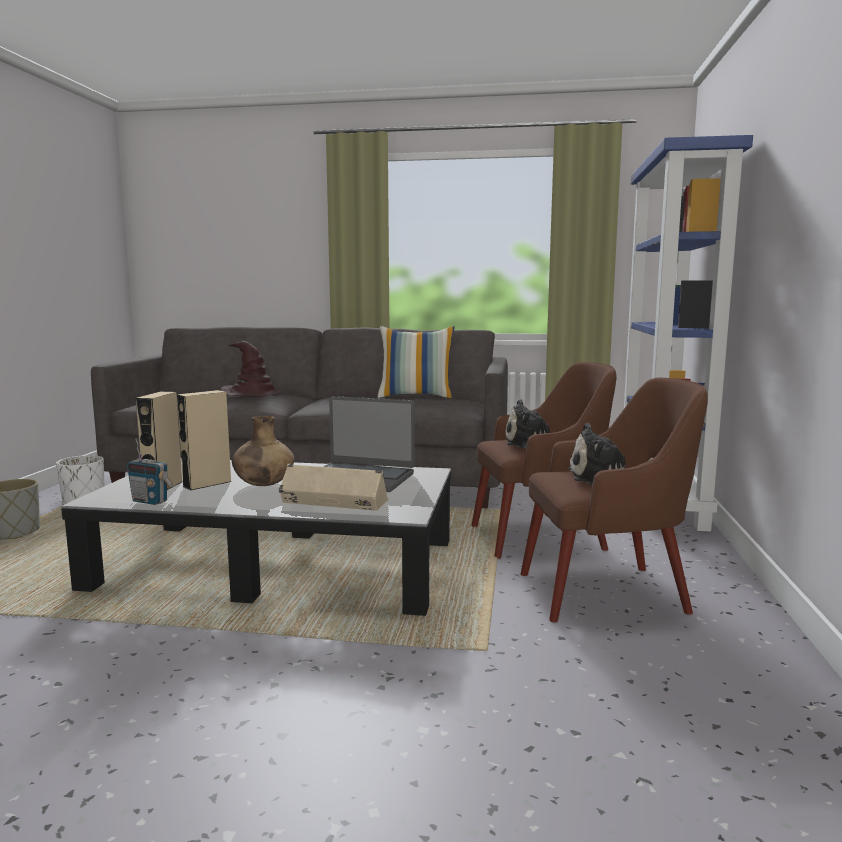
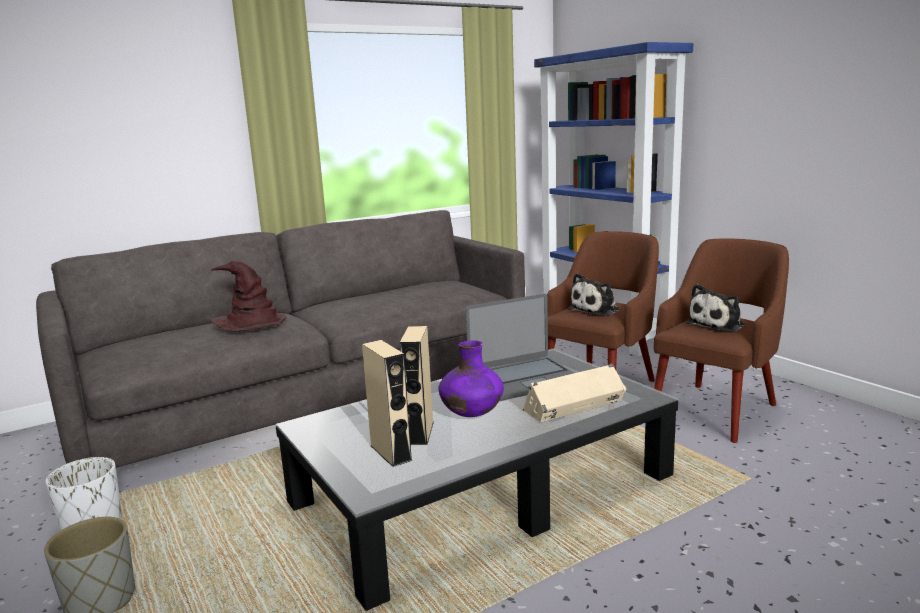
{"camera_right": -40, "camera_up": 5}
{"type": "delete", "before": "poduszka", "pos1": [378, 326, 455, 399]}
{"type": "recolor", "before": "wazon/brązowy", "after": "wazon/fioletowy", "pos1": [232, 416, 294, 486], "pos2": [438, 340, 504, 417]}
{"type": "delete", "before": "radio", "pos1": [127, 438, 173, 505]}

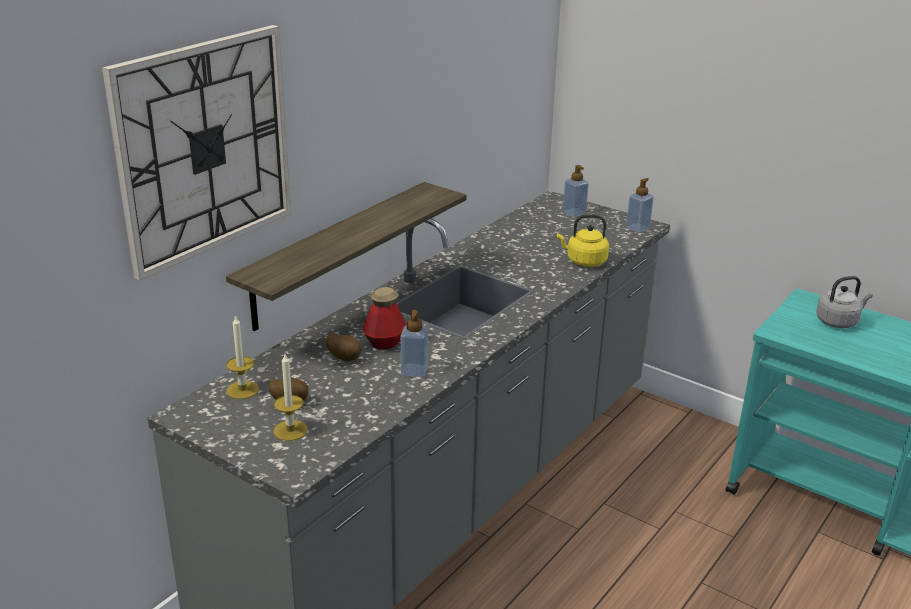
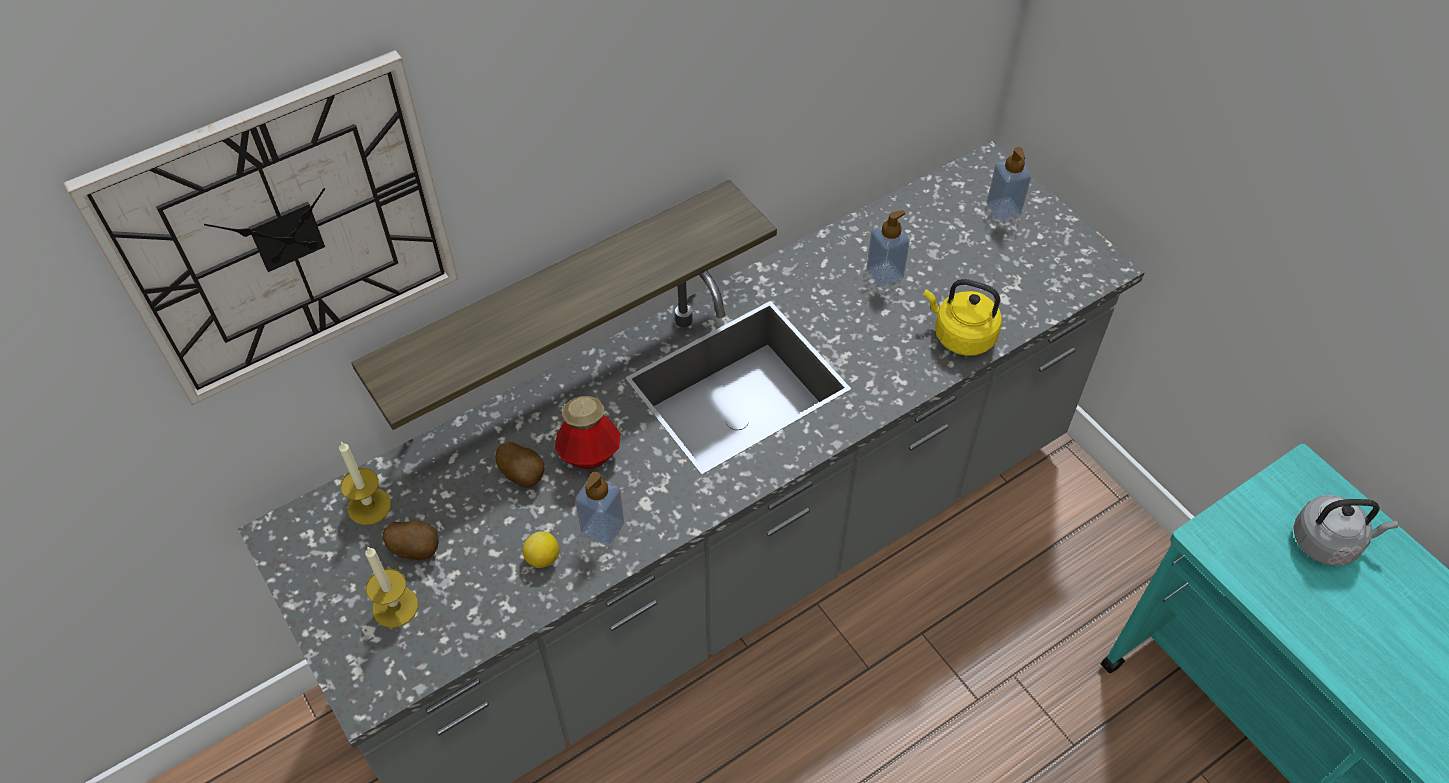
{"camera_right": 20, "camera_up": 25}
{"type": "move", "before": "dozownik mydła", "pos1": [626, 178, 654, 233], "pos2": [866, 210, 910, 286]}
{"type": "insert", "after": "cytryna", "pos2": [522, 531, 559, 568]}

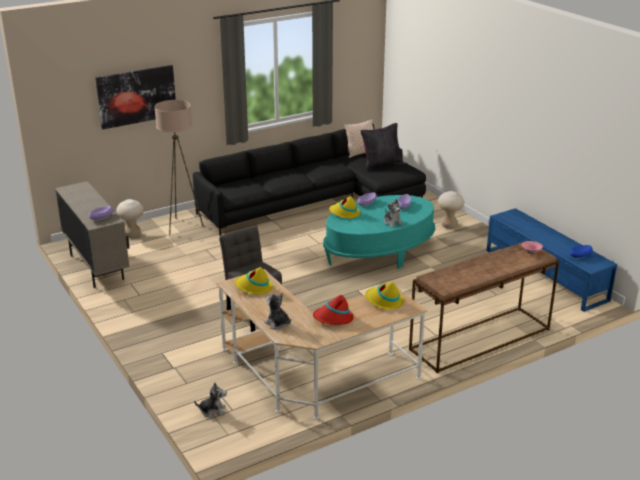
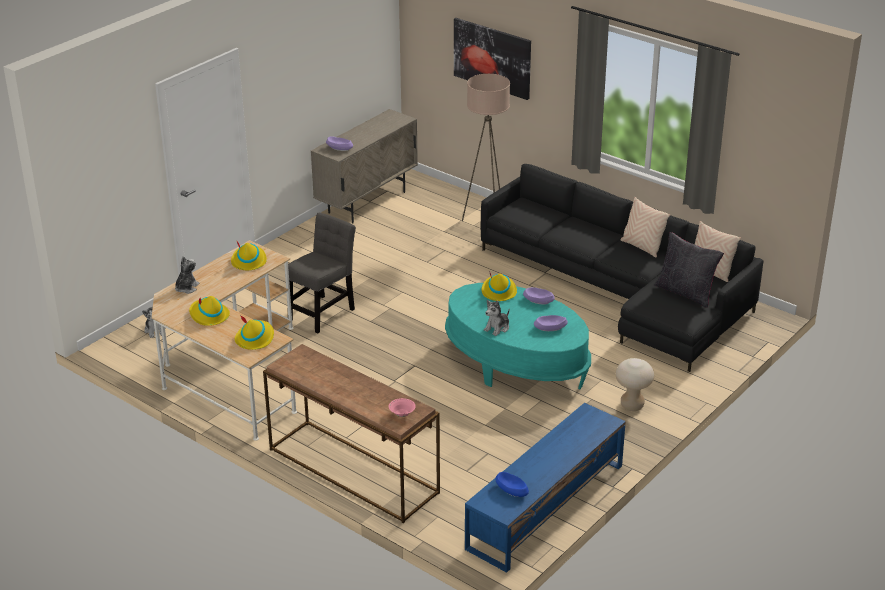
{"camera_right": 70, "camera_up": 5}
{"type": "delete", "before": "stołek/beżowy", "pos1": [116, 199, 144, 238]}
{"type": "recolor", "before": "kapelusz/czerwony", "after": "kapelusz/żółty", "pos1": [313, 295, 354, 325], "pos2": [189, 296, 230, 326]}
{"type": "insert", "after": "poduszka/beżowy", "pos2": [620, 197, 670, 258]}

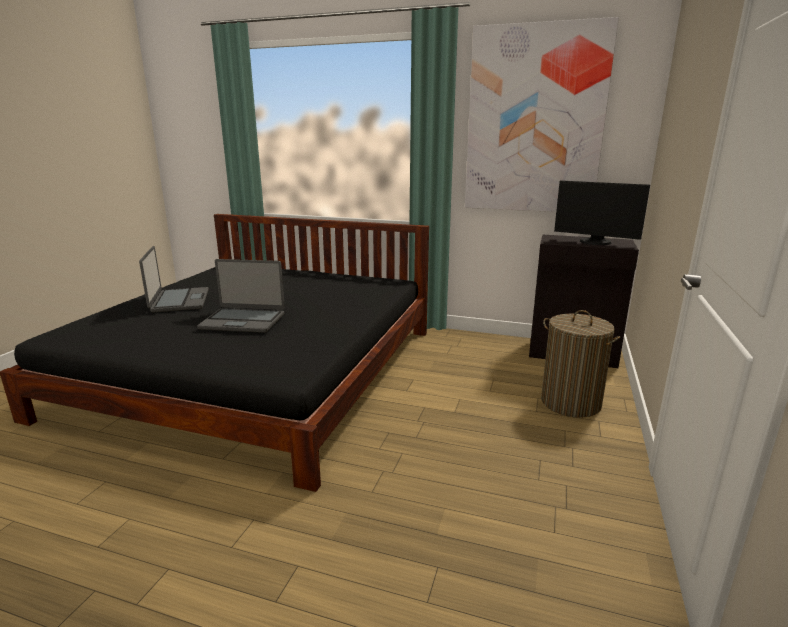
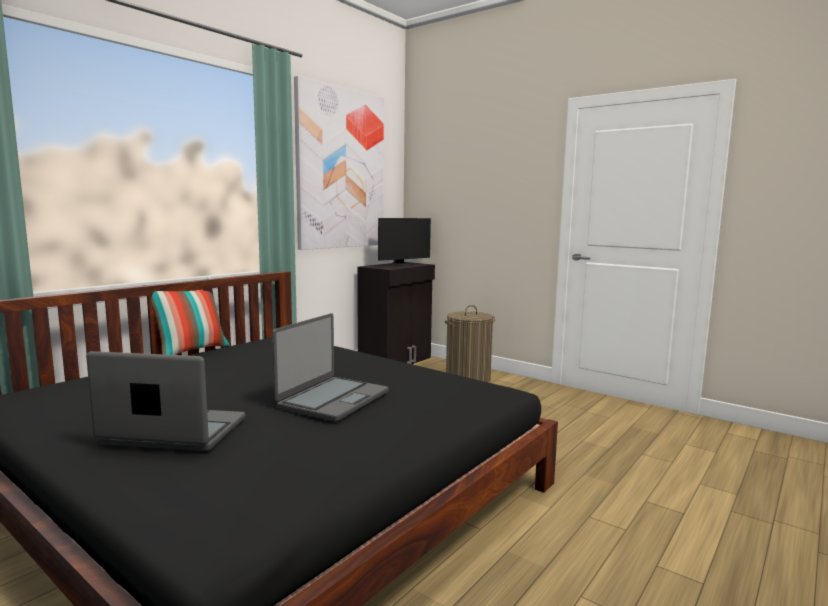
{"camera_right": -70, "camera_up": -10}
{"type": "insert", "after": "poduszka", "pos2": [142, 277, 230, 355]}

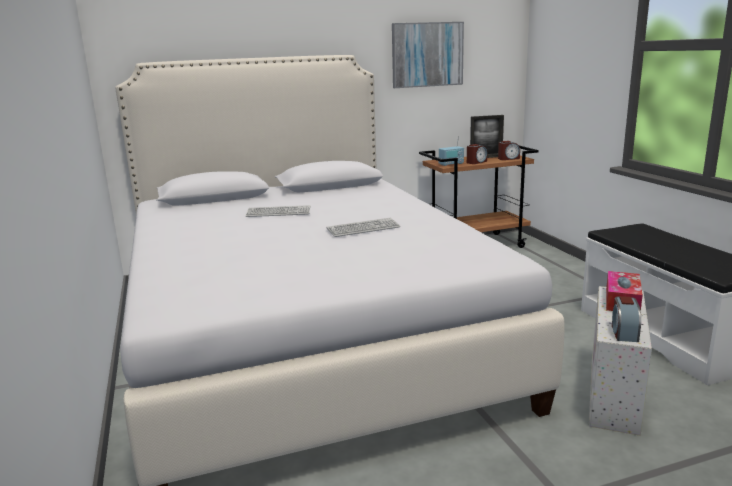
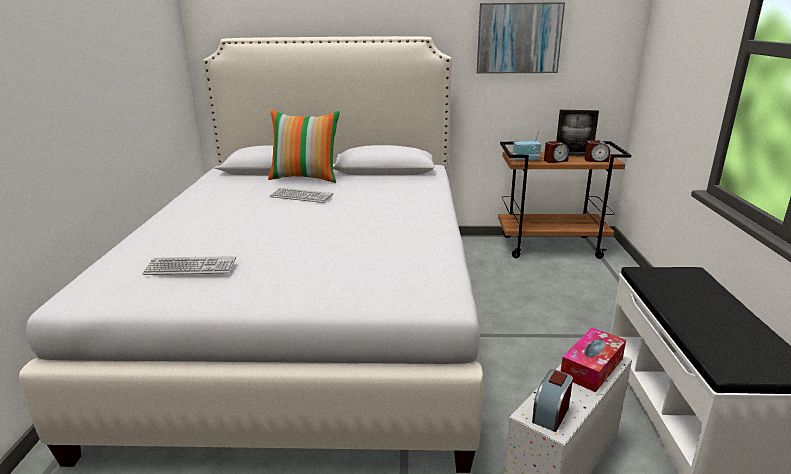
{"camera_right": 20, "camera_up": 5}
{"type": "move", "before": "klawiatura", "pos1": [327, 218, 400, 237], "pos2": [142, 256, 236, 275]}
{"type": "insert", "after": "poduszka", "pos2": [268, 110, 340, 183]}

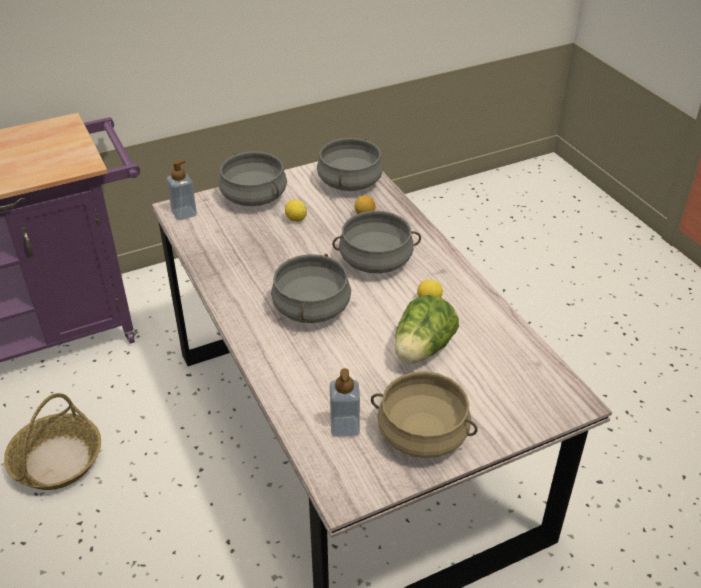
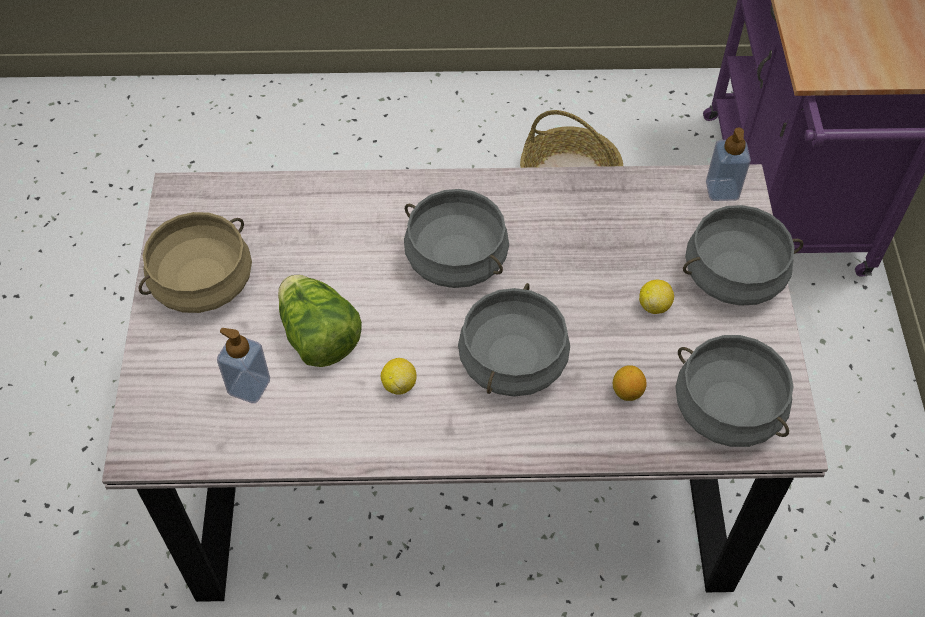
{"camera_right": 115, "camera_up": 15}
{"type": "move", "before": "dozownik mydła", "pos1": [330, 368, 360, 437], "pos2": [217, 328, 270, 403]}

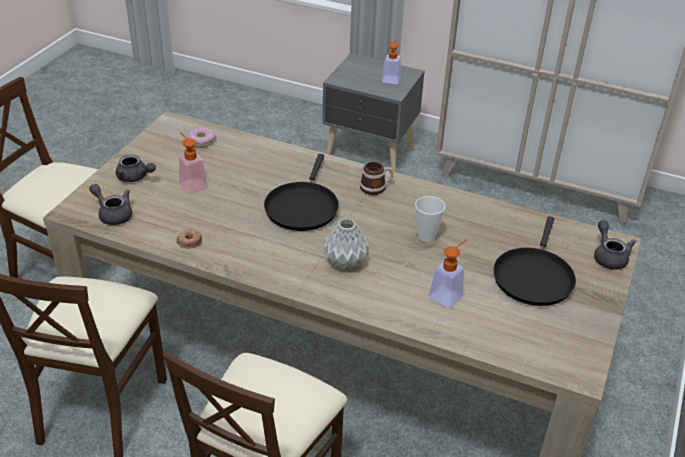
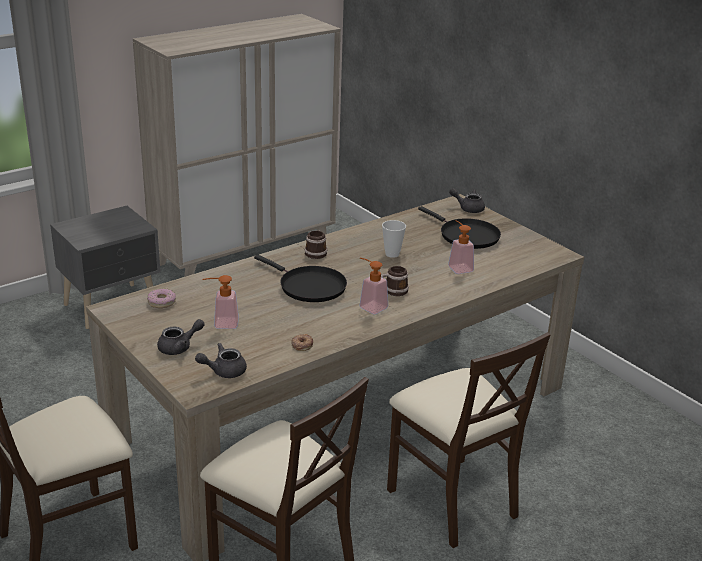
{"camera_right": -60, "camera_up": -10}
{"type": "move", "before": "dozownik mydła", "pos1": [382, 38, 401, 85], "pos2": [359, 258, 388, 314]}
{"type": "replace", "before": "wazon/szary", "after": "kubek", "pos1": [323, 218, 369, 271], "pos2": [381, 266, 409, 296]}

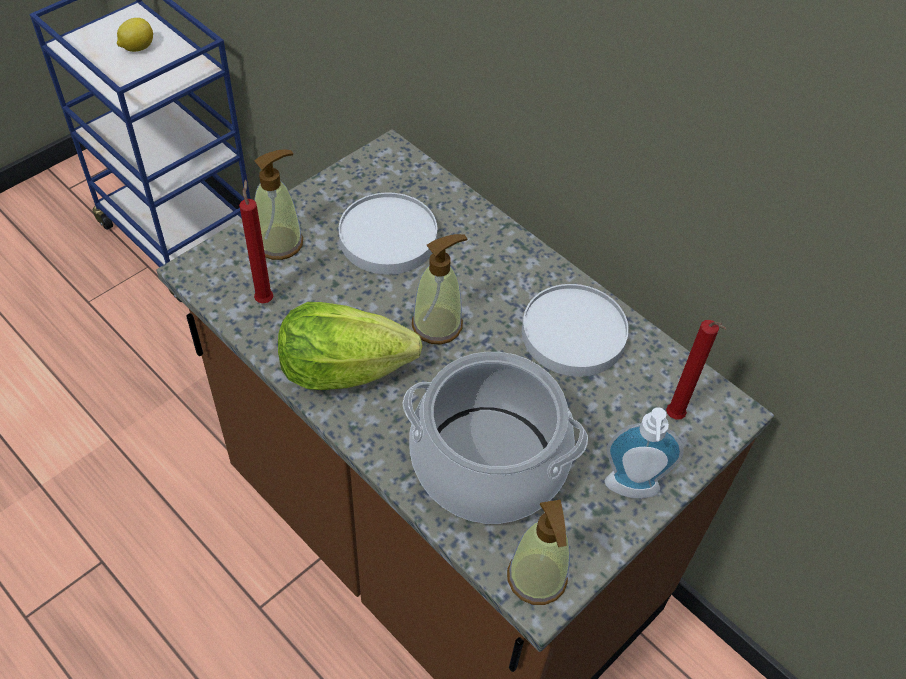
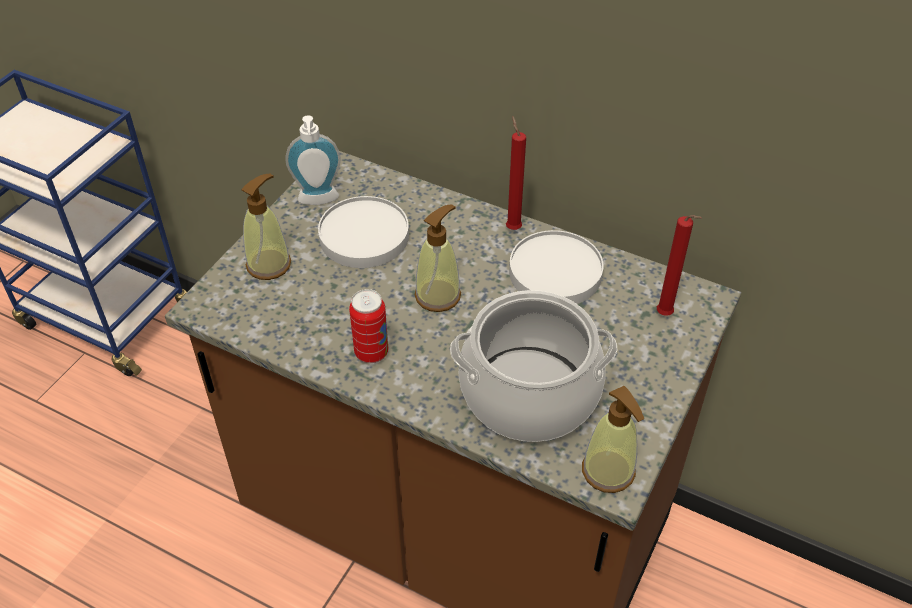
{"camera_right": -15, "camera_up": -5}
{"type": "delete", "before": "cytryna", "pos1": [117, 18, 153, 52]}
{"type": "move", "before": "świeca/czerwony", "pos1": [239, 180, 273, 303], "pos2": [506, 117, 526, 230]}
{"type": "replace", "before": "sałata", "after": "puszka", "pos1": [278, 302, 423, 390], "pos2": [349, 289, 388, 363]}
{"type": "move", "before": "dozownik mydła", "pos1": [605, 407, 684, 498], "pos2": [286, 115, 341, 205]}

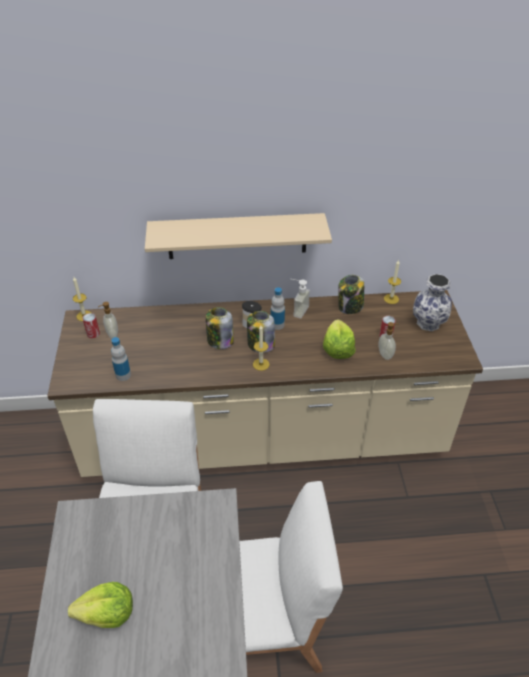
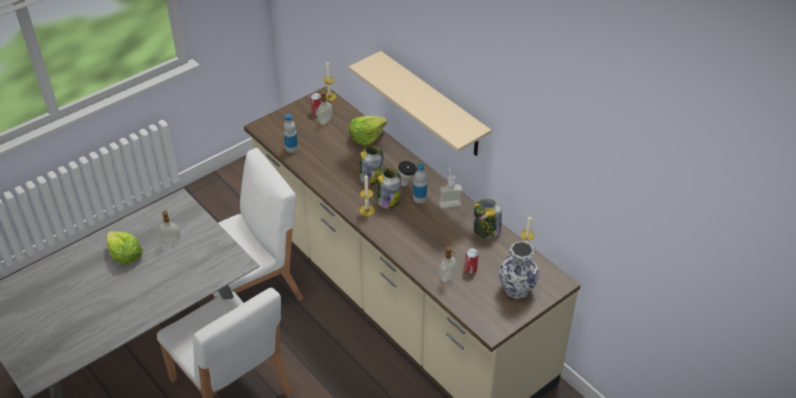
{"camera_right": 55, "camera_up": 0}
{"type": "move", "before": "sałata", "pos1": [323, 319, 356, 359], "pos2": [349, 116, 387, 146]}
{"type": "insert", "after": "dozownik mydła", "pos2": [158, 209, 181, 243]}

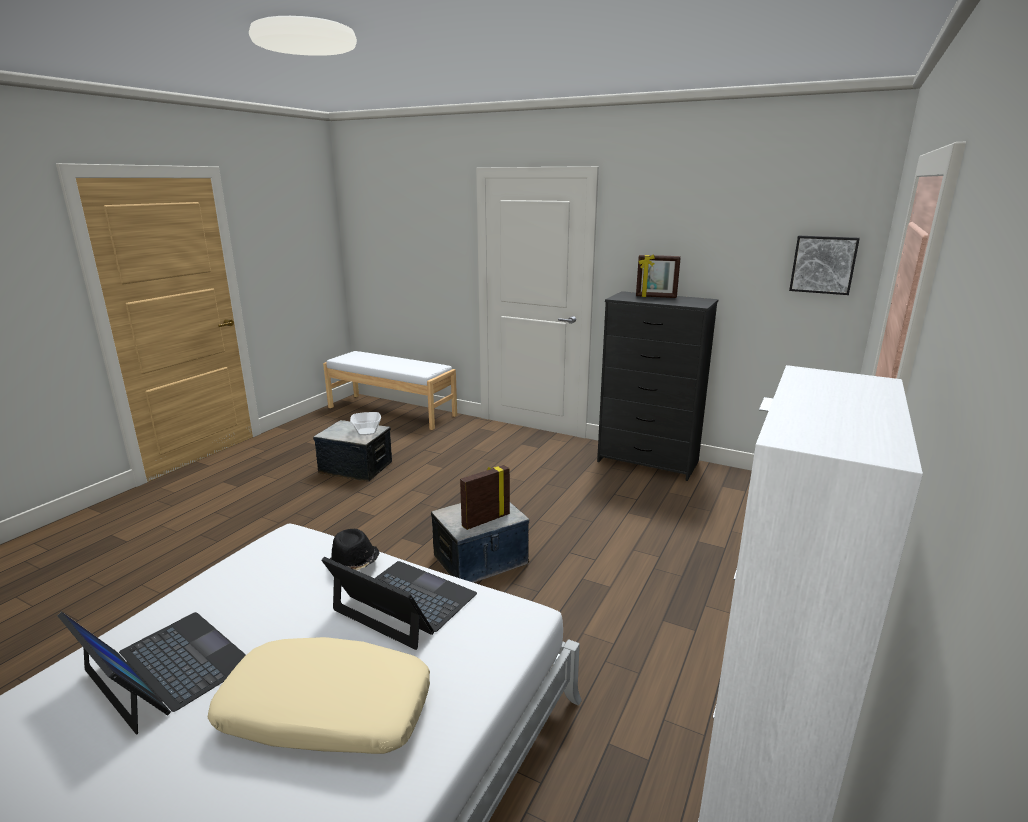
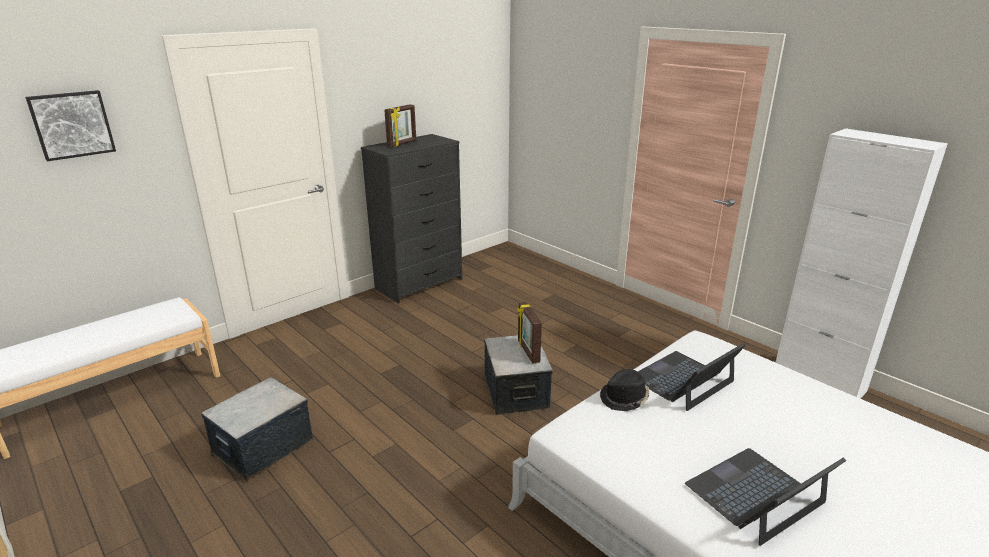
{"camera_right": -70, "camera_up": 5}
{"type": "move", "before": "obraz", "pos1": [789, 236, 860, 295], "pos2": [25, 90, 116, 161]}
{"type": "delete", "before": "miska", "pos1": [350, 412, 381, 435]}
{"type": "delete", "before": "poduszka/beżowy", "pos1": [208, 637, 430, 754]}

